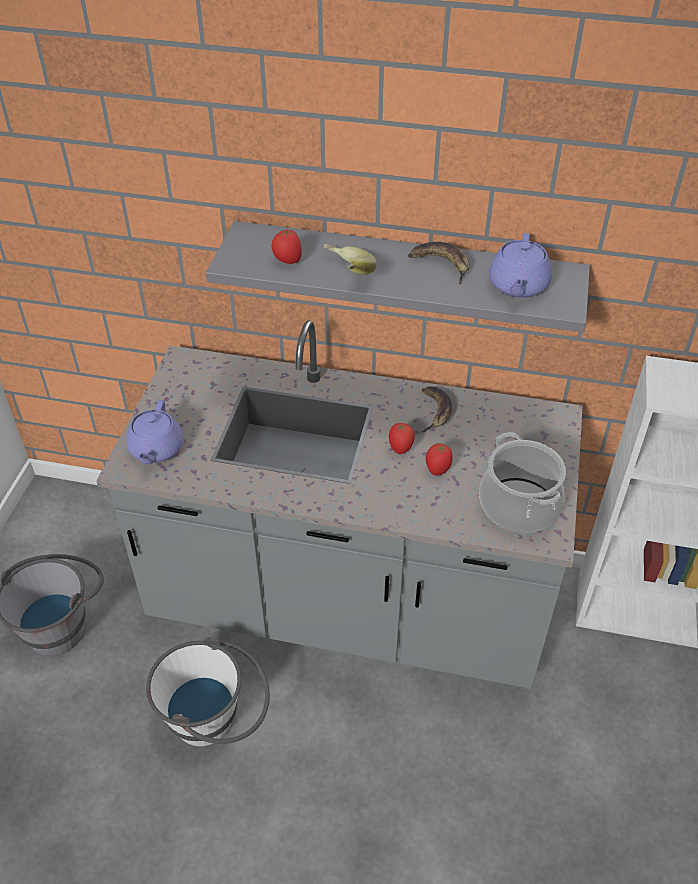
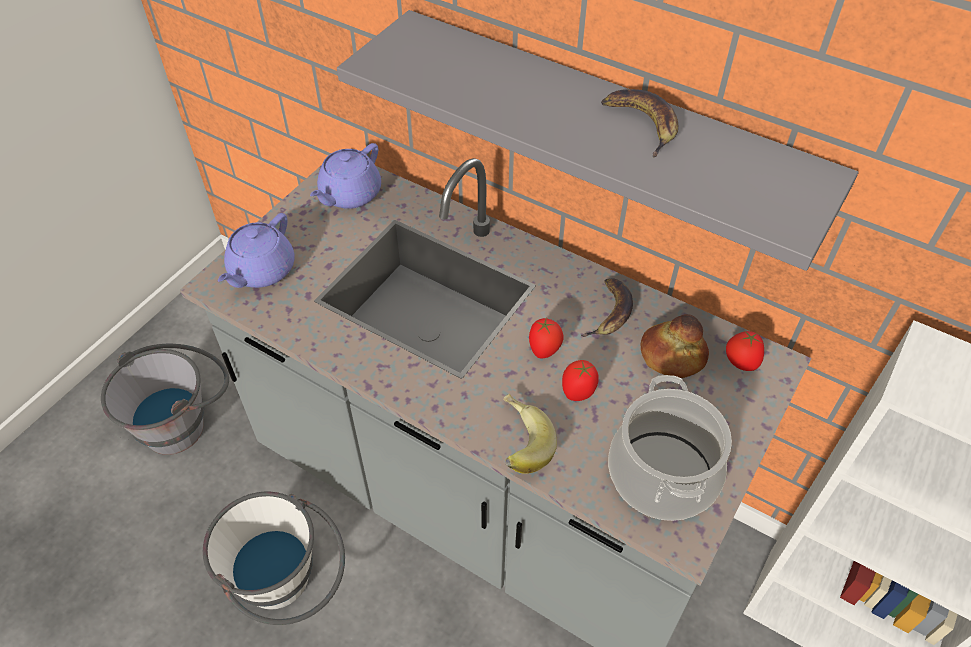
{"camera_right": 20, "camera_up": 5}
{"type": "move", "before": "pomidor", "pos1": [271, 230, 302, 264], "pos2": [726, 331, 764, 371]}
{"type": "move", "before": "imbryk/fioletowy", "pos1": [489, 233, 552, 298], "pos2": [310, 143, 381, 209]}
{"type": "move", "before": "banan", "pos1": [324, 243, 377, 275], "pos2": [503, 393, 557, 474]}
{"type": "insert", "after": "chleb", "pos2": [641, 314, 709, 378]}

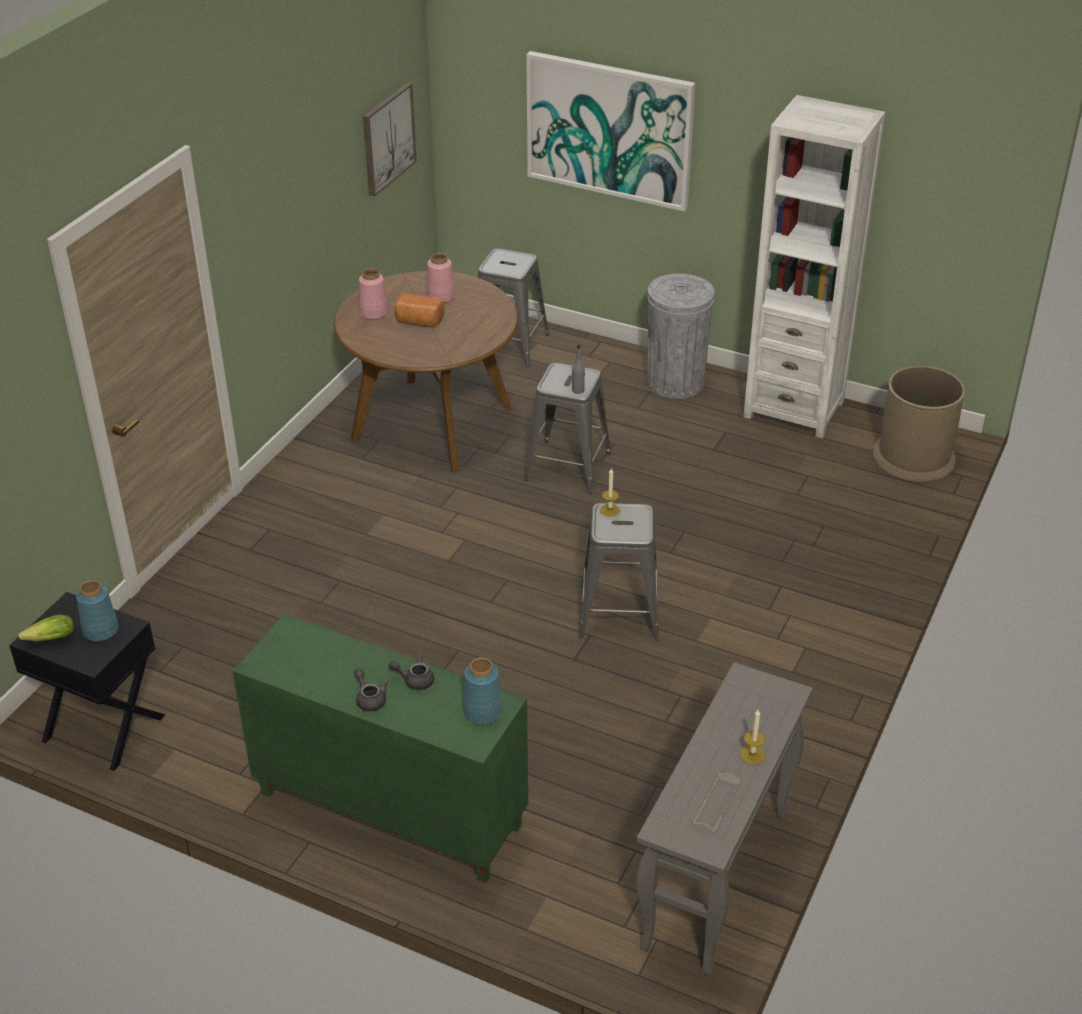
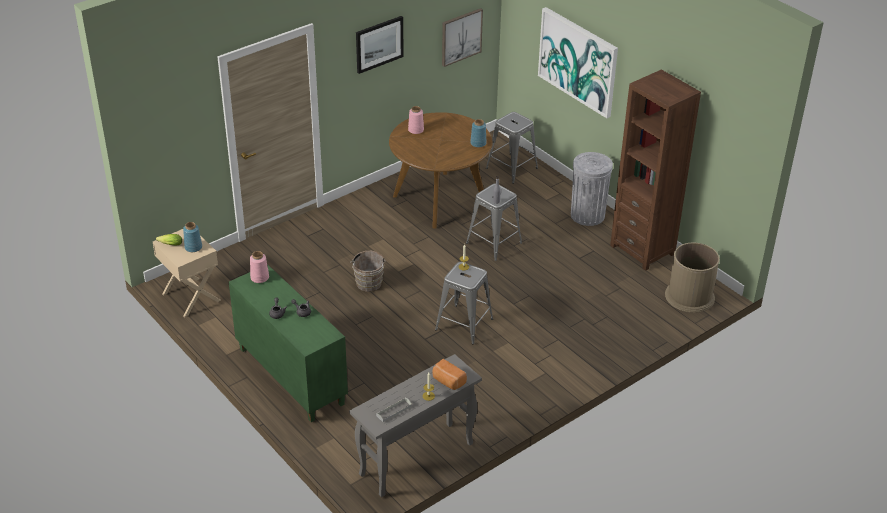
{"camera_right": 25, "camera_up": 0}
{"type": "recolor", "before": "regał/biały", "after": "regał/brązowy", "pos1": [743, 95, 885, 438], "pos2": [610, 70, 701, 271]}
{"type": "move", "before": "wazon/różowy", "pos1": [427, 253, 455, 303], "pos2": [250, 251, 269, 283]}
{"type": "move", "before": "chleb", "pos1": [395, 293, 445, 327], "pos2": [433, 359, 467, 390]}
{"type": "recolor", "before": "szafka nocna/czarny", "after": "szafka nocna/beżowy", "pos1": [9, 592, 165, 771], "pos2": [153, 229, 221, 317]}
{"type": "move", "before": "wazon/niebieski", "pos1": [463, 658, 503, 724], "pos2": [470, 119, 486, 148]}
{"type": "insert", "after": "obraz", "pos2": [356, 16, 404, 74]}
{"type": "insert", "after": "wiadro/brązowy", "pos2": [350, 251, 386, 292]}

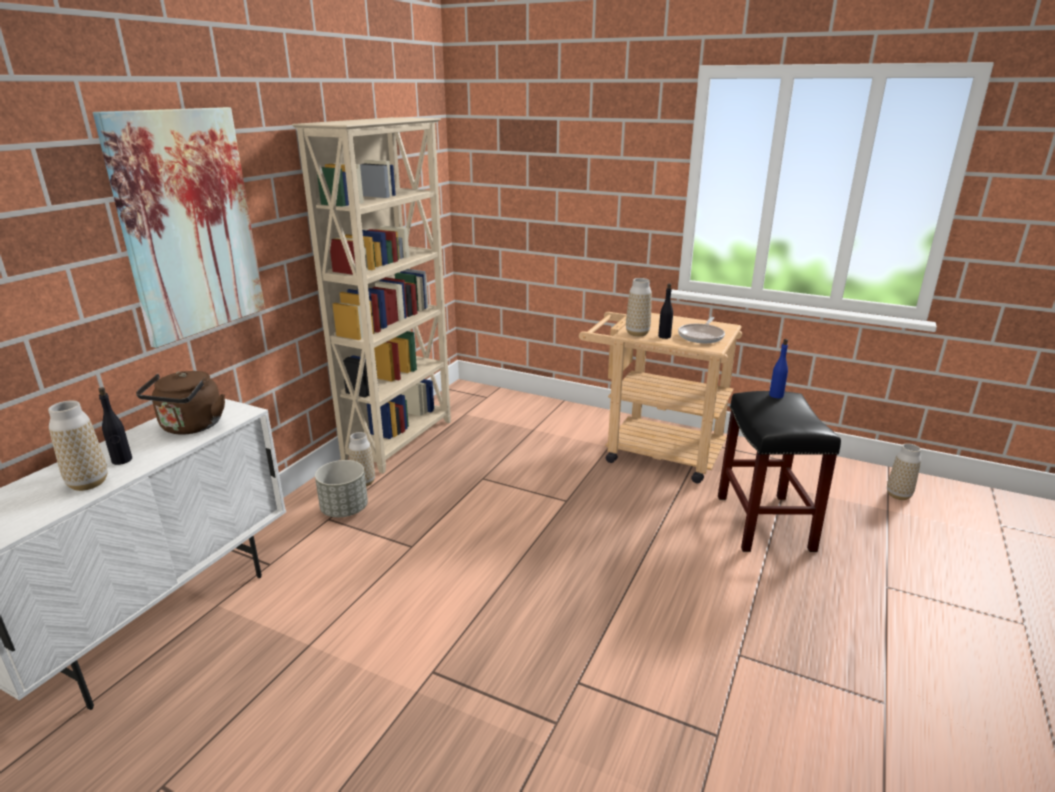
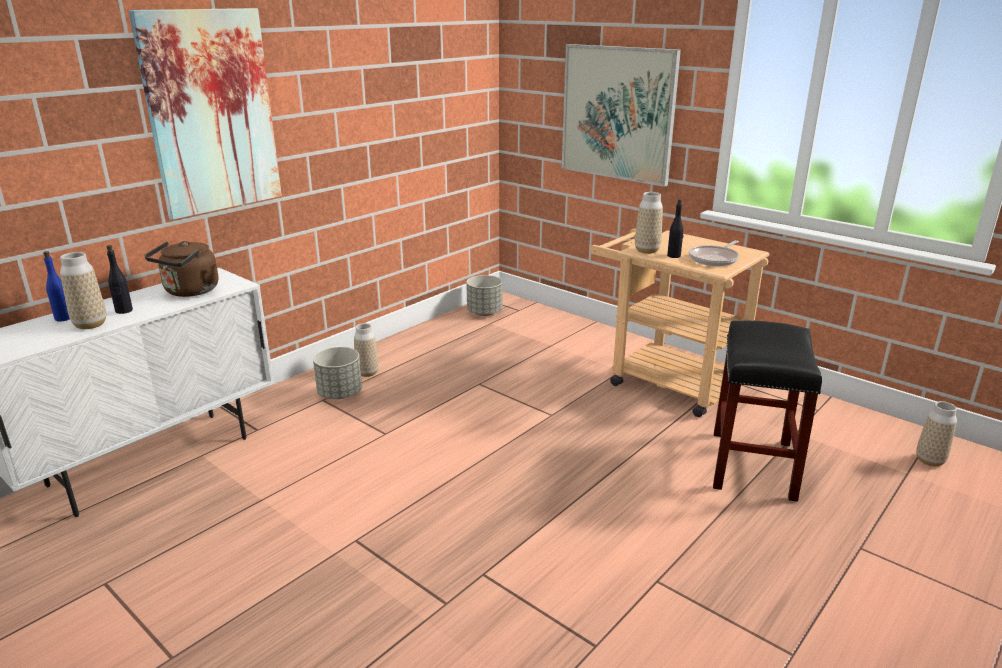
{"camera_right": 15, "camera_up": 0}
{"type": "delete", "before": "regał/beżowy", "pos1": [292, 117, 451, 474]}
{"type": "move", "before": "butelka/niebieski", "pos1": [769, 339, 788, 398], "pos2": [43, 251, 70, 321]}
{"type": "insert", "after": "obraz", "pos2": [562, 44, 681, 187]}
{"type": "insert", "after": "donica/szary", "pos2": [466, 275, 502, 316]}

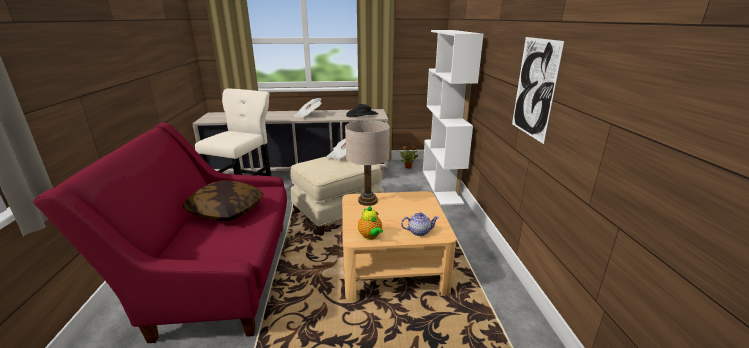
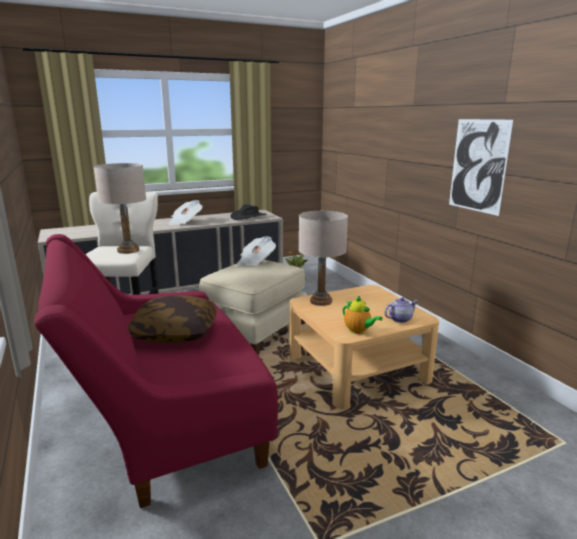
{"camera_right": -20, "camera_up": -5}
{"type": "delete", "before": "regał/biały", "pos1": [423, 30, 484, 206]}
{"type": "insert", "after": "lampa stołowa/beżowy", "pos2": [93, 163, 146, 254]}

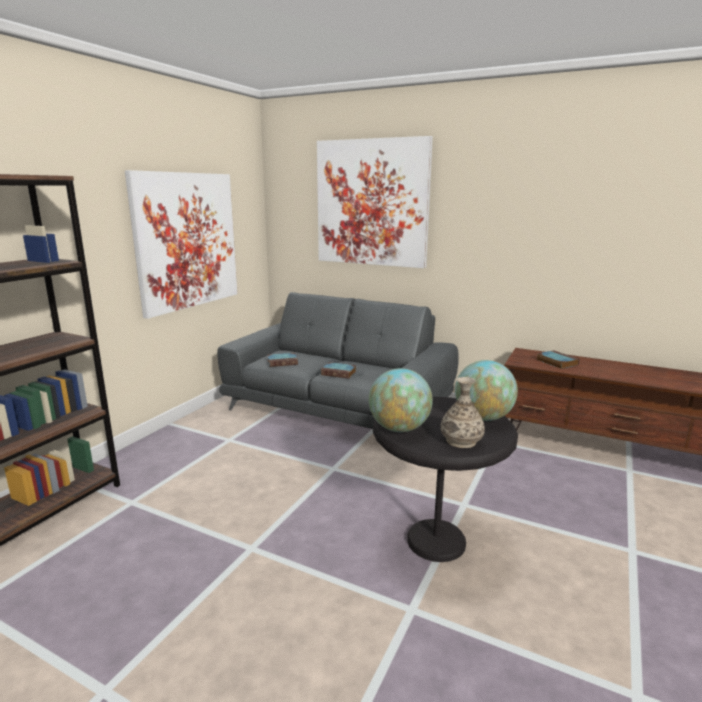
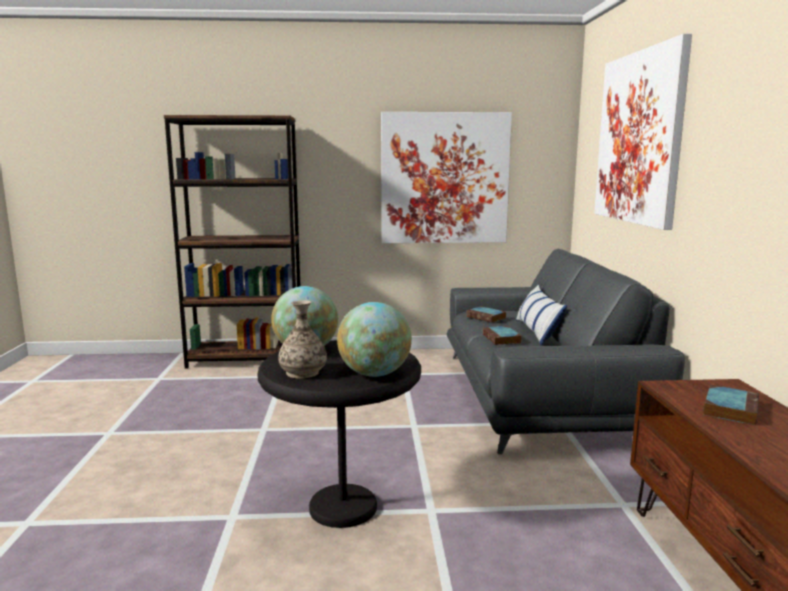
{"camera_right": 60, "camera_up": -5}
{"type": "insert", "after": "poduszka", "pos2": [516, 284, 567, 345]}

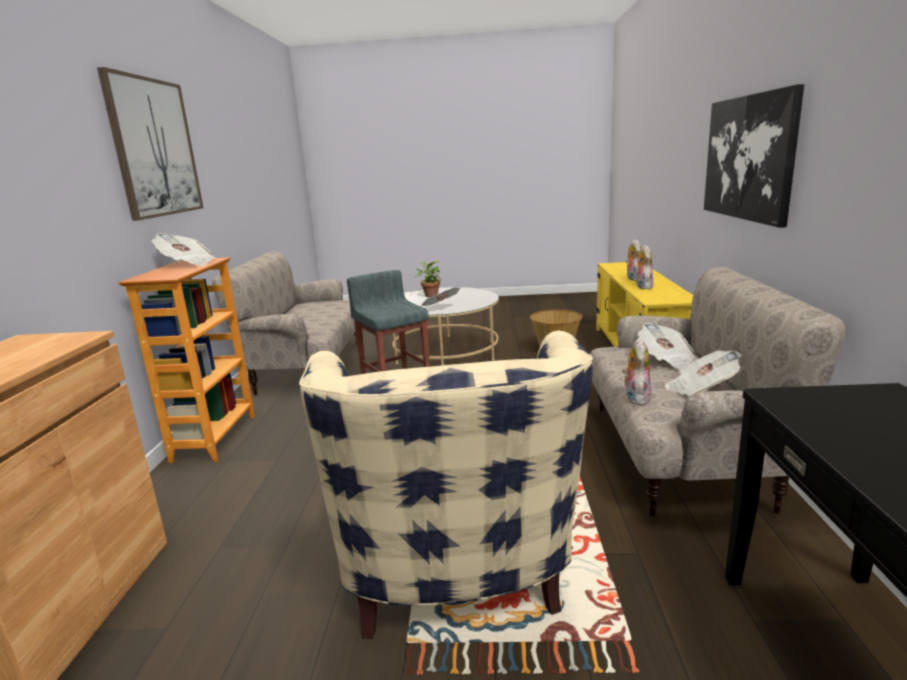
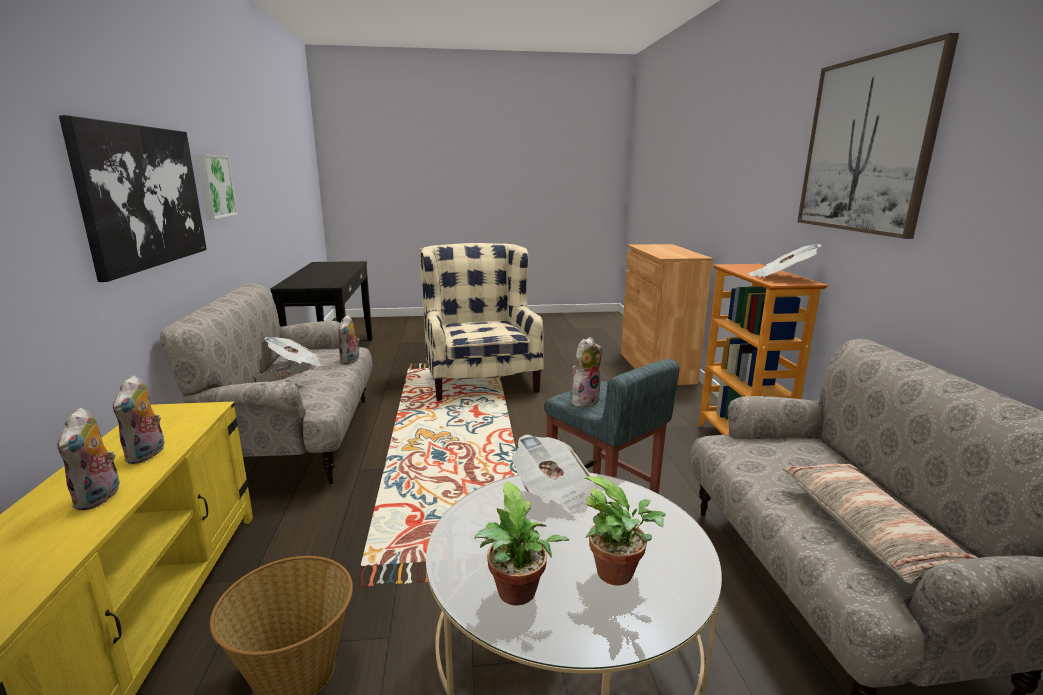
{"camera_right": 170, "camera_up": 0}
{"type": "insert", "after": "obraz", "pos2": [196, 154, 238, 219]}
{"type": "insert", "after": "pluszak", "pos2": [570, 337, 602, 407]}
{"type": "insert", "after": "poduszka", "pos2": [782, 464, 978, 584]}
{"type": "insert", "after": "roślina doniczkowa", "pos2": [474, 482, 570, 606]}

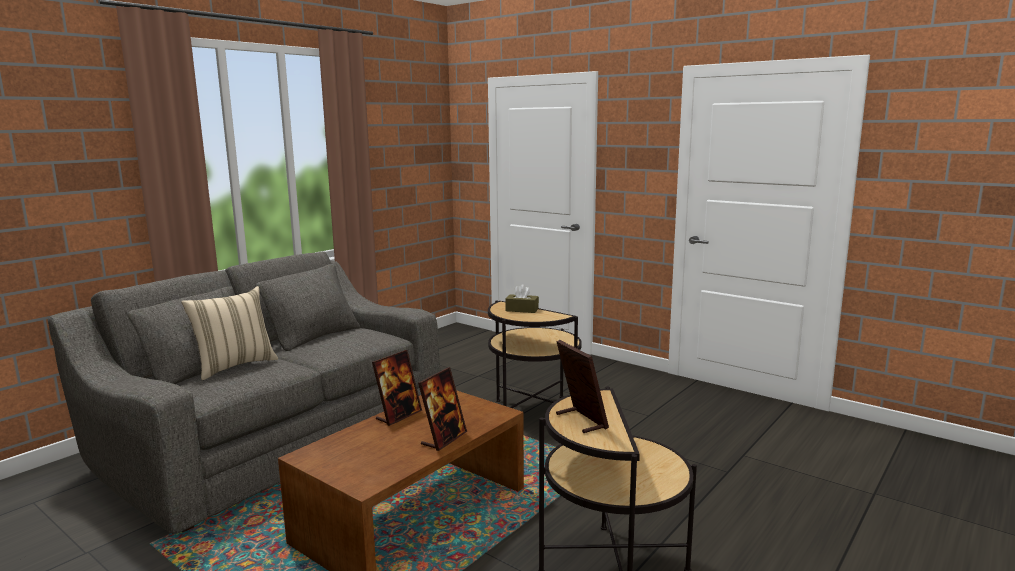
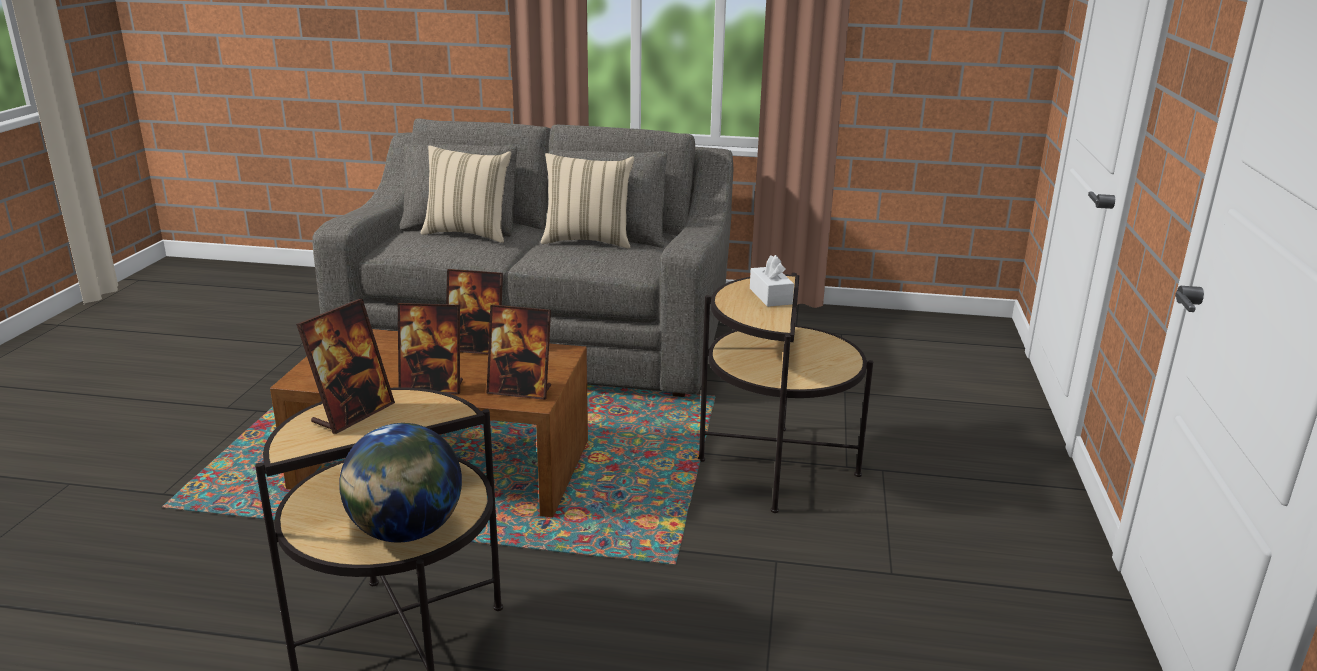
{"camera_right": 60, "camera_up": 10}
{"type": "recolor", "before": "pudełko chusteczek/brązowy", "after": "pudełko chusteczek/biały", "pos1": [505, 284, 539, 313], "pos2": [750, 255, 794, 307]}
{"type": "insert", "after": "poduszka/beżowy", "pos2": [541, 153, 634, 249]}
{"type": "insert", "after": "ramka na zdjęcie", "pos2": [487, 304, 551, 400]}
{"type": "insert", "after": "globus", "pos2": [339, 423, 462, 543]}

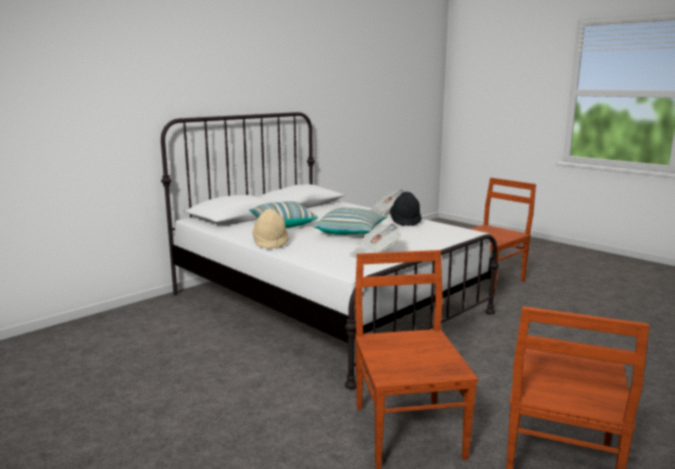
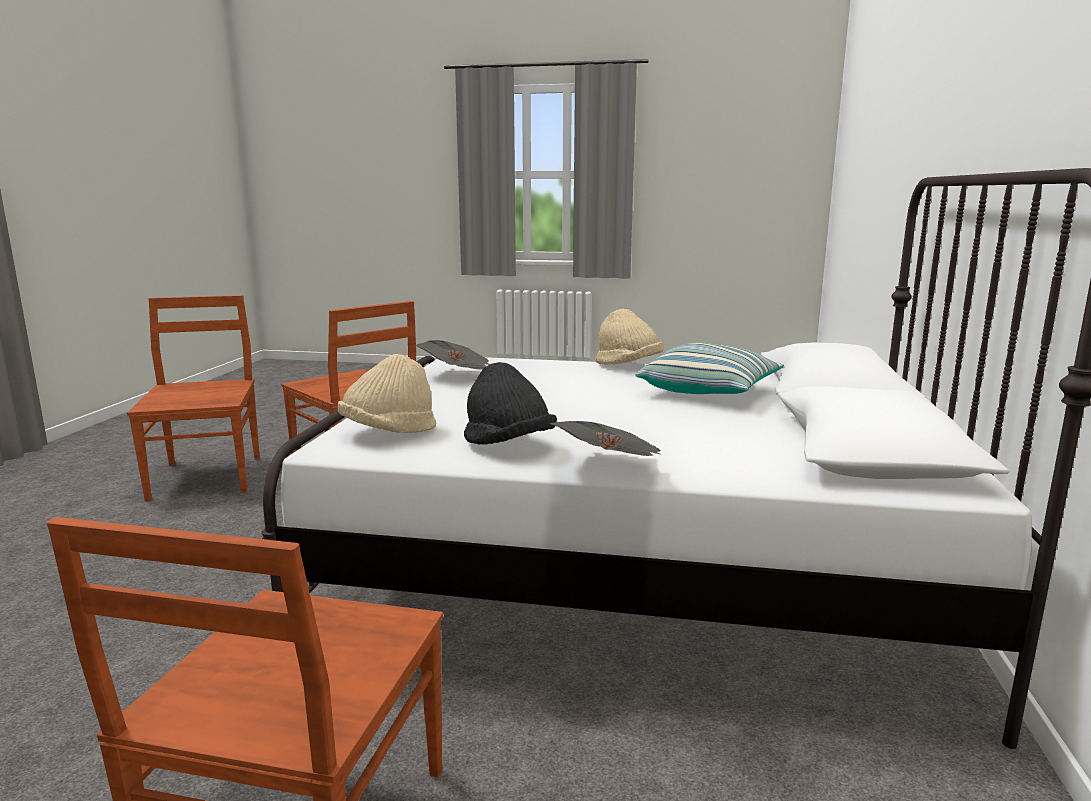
{"camera_right": 145, "camera_up": 0}
{"type": "delete", "before": "poduszka", "pos1": [314, 207, 387, 235]}
{"type": "insert", "after": "kapelusz/beżowy", "pos2": [338, 354, 436, 433]}

